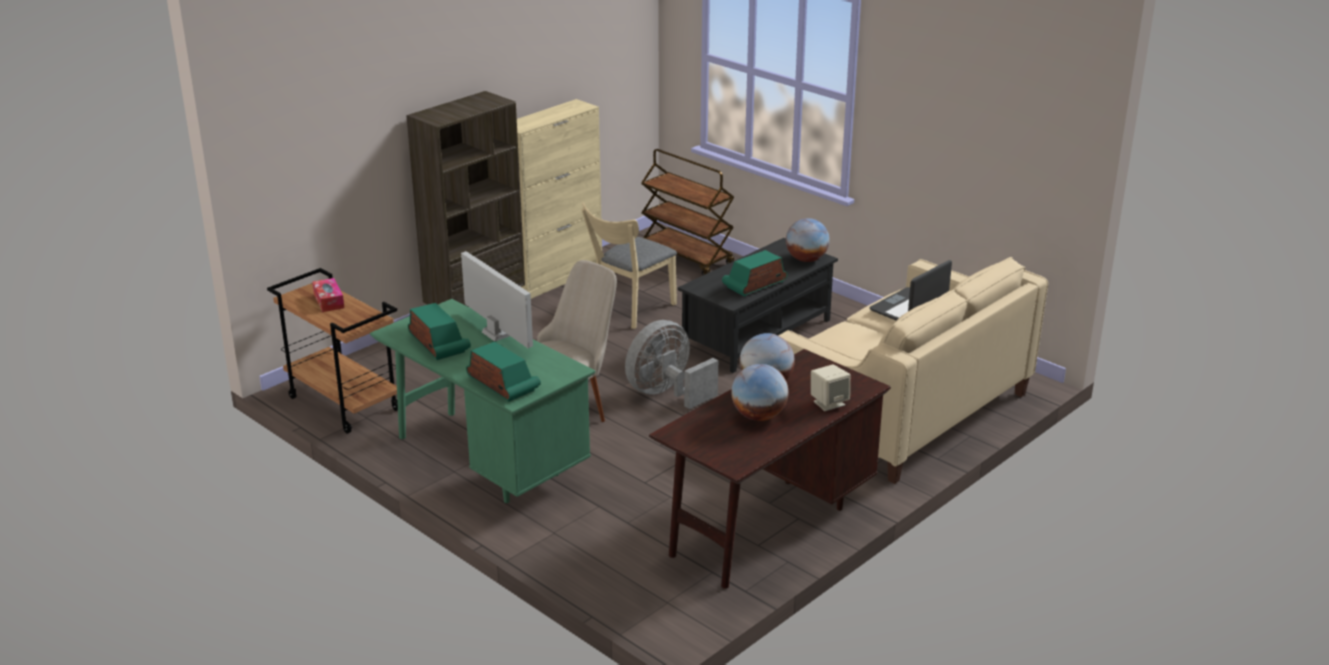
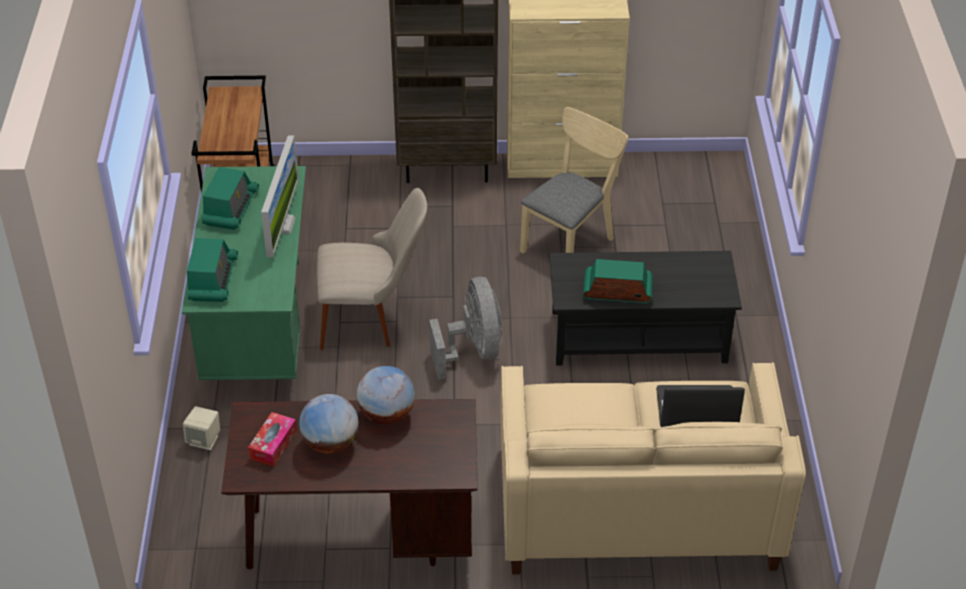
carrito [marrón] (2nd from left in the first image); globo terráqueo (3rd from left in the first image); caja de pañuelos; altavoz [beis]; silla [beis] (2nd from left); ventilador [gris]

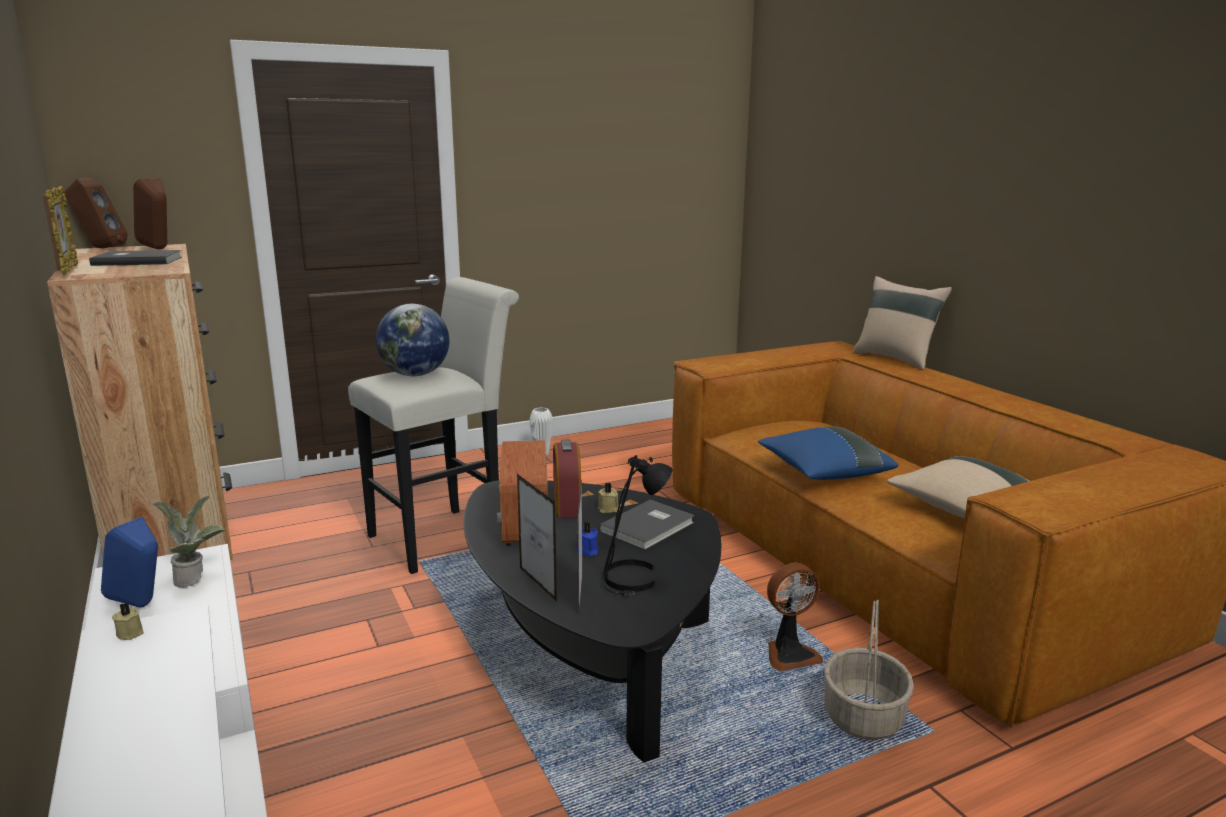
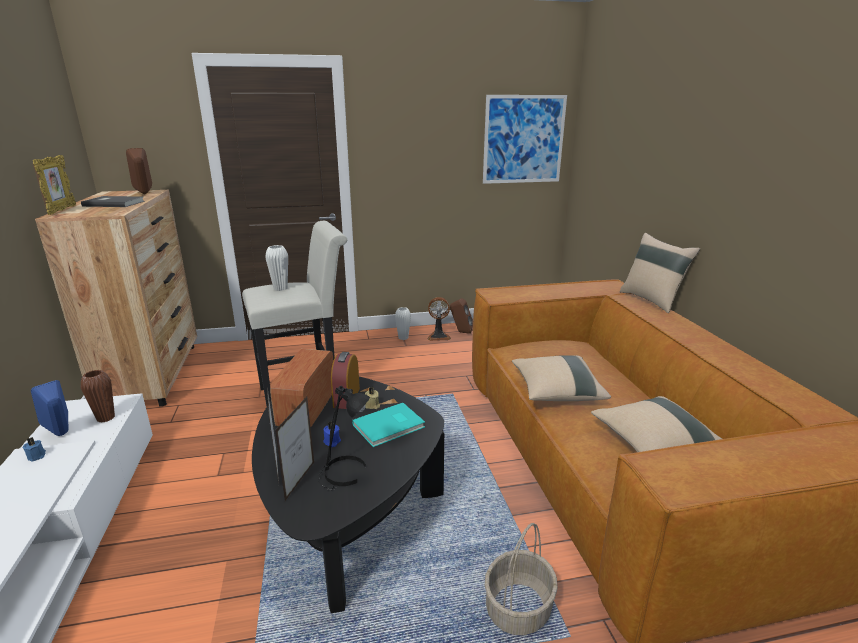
cuadro; altavoz [marrón] (2nd from left); ventilador; florero [marrón]; florero [blanco] (1st from left); vela [azul] (1st from left); libro [turquesa]; cojín [beis] (1st from left)

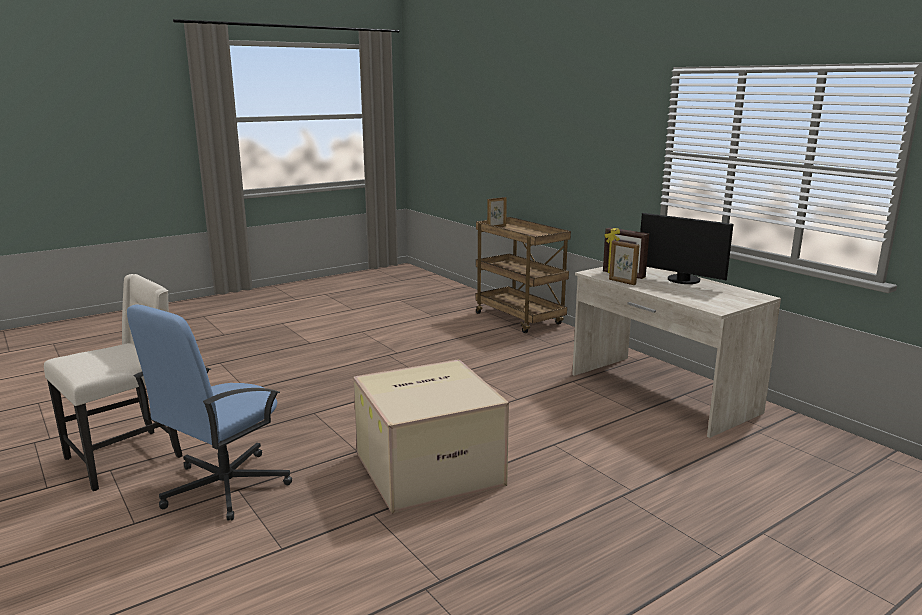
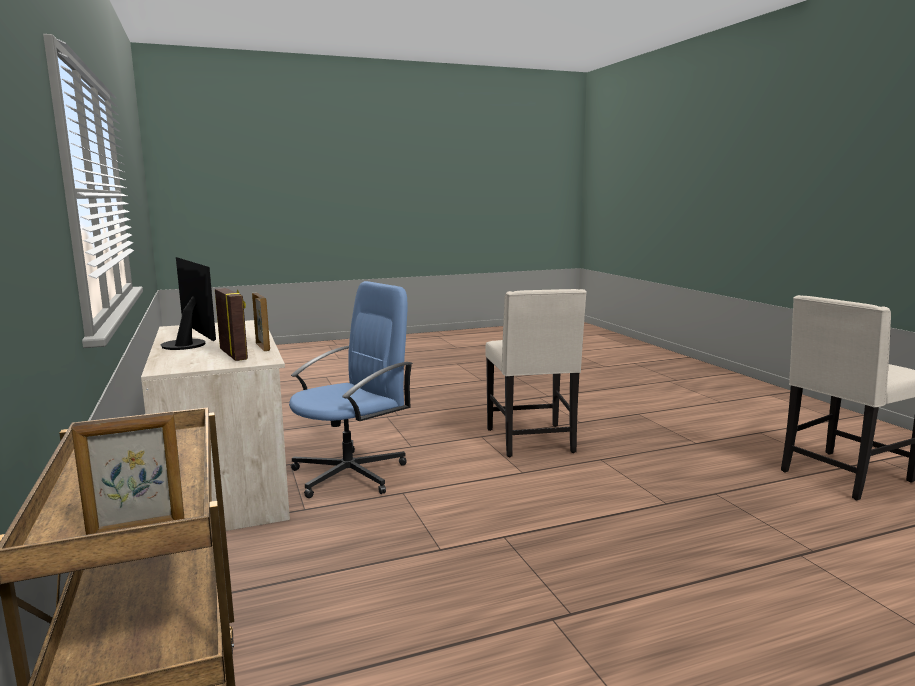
silla de oficina [azul]; silla [beis] (1st from left)

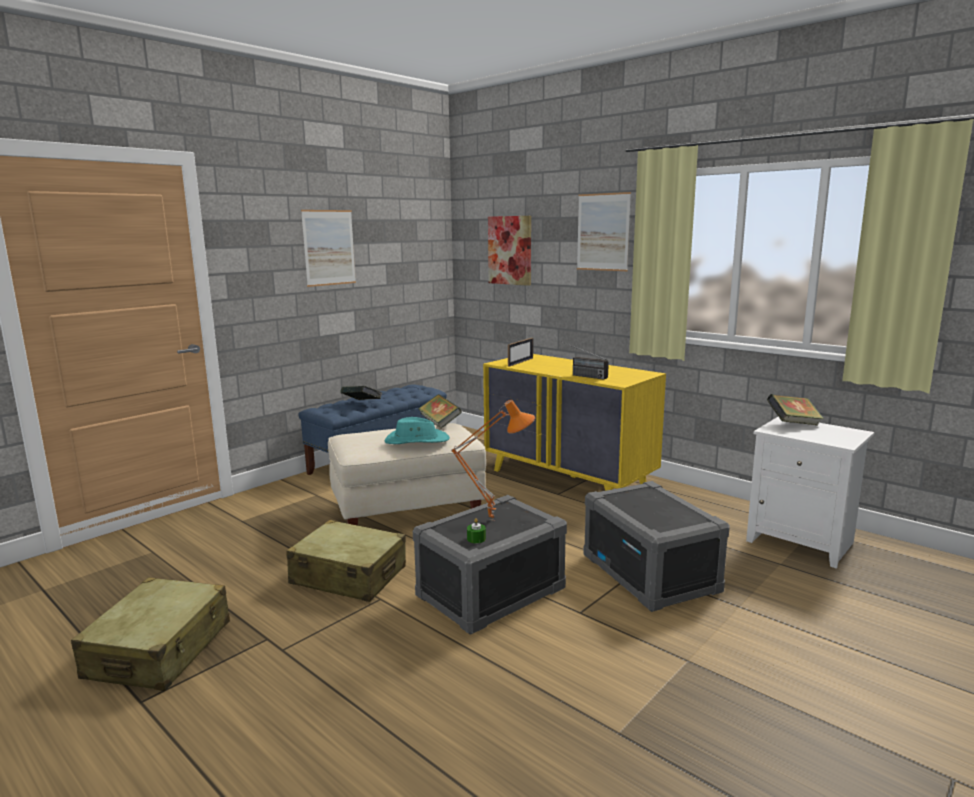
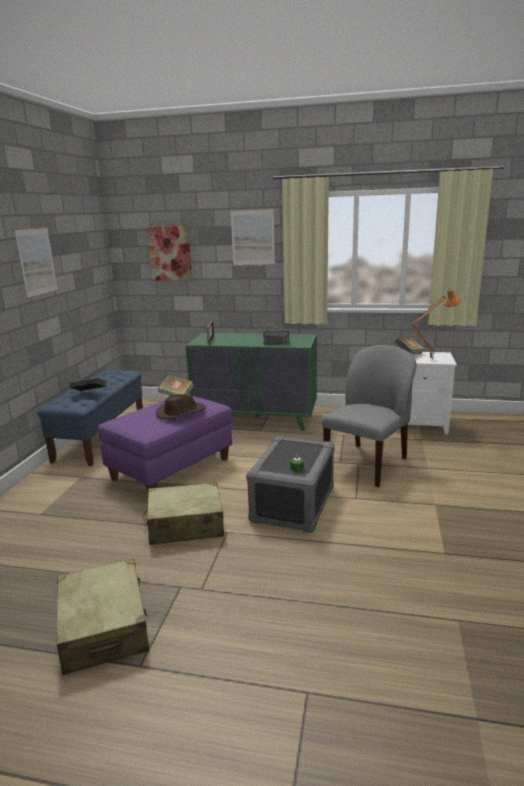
lámpara de mesa [naranja]; silla [gris]; puf [morado]; sombrero [marrón]; cómoda [verde]

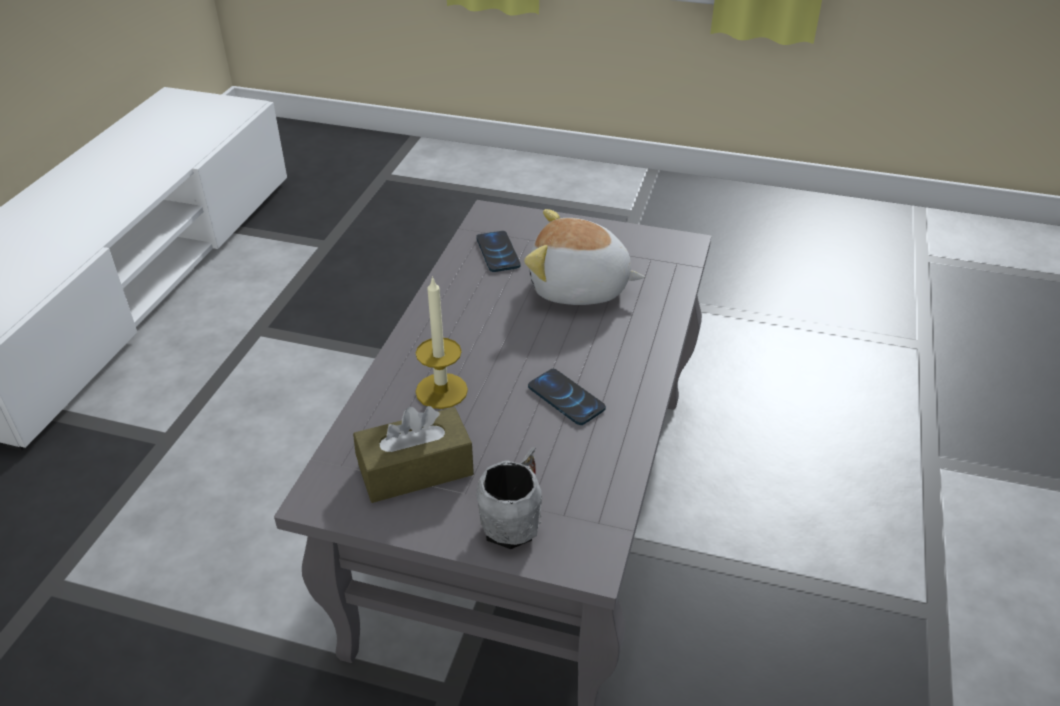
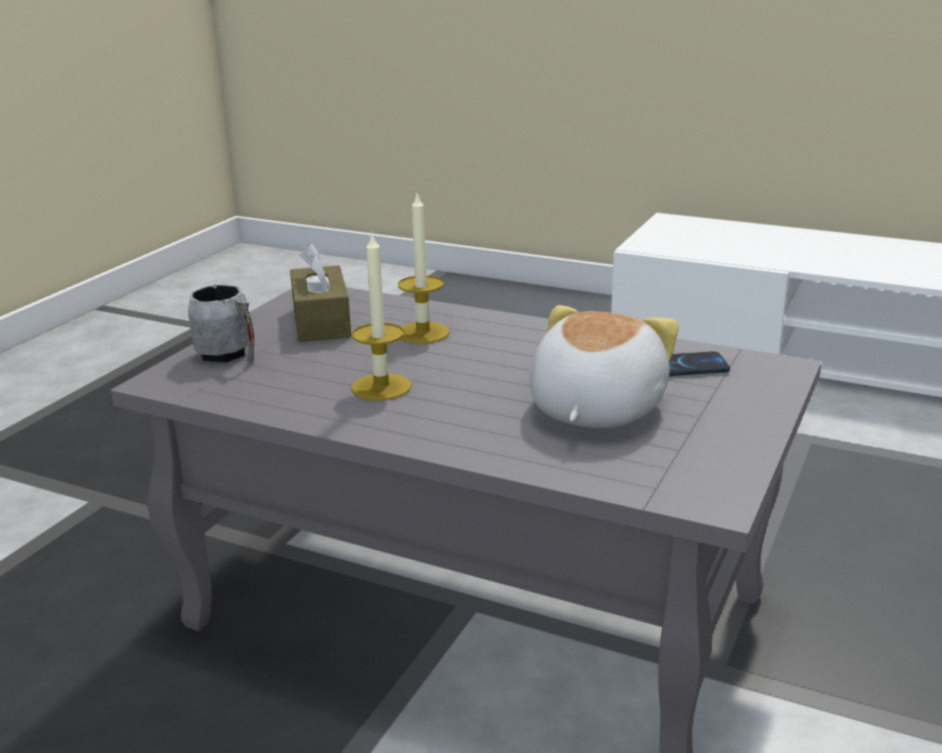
vela (1st from left)

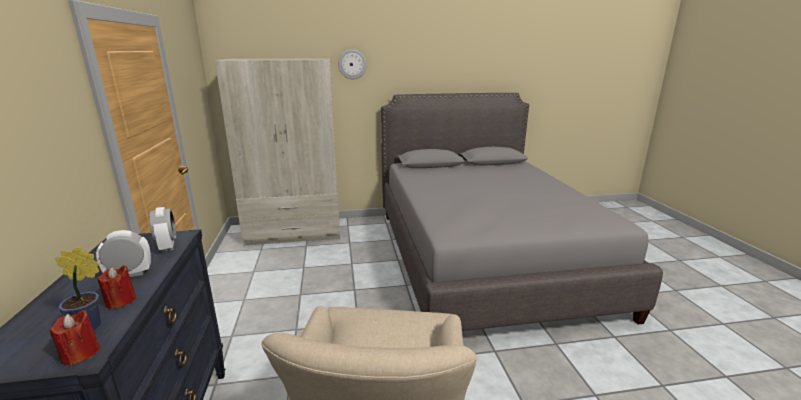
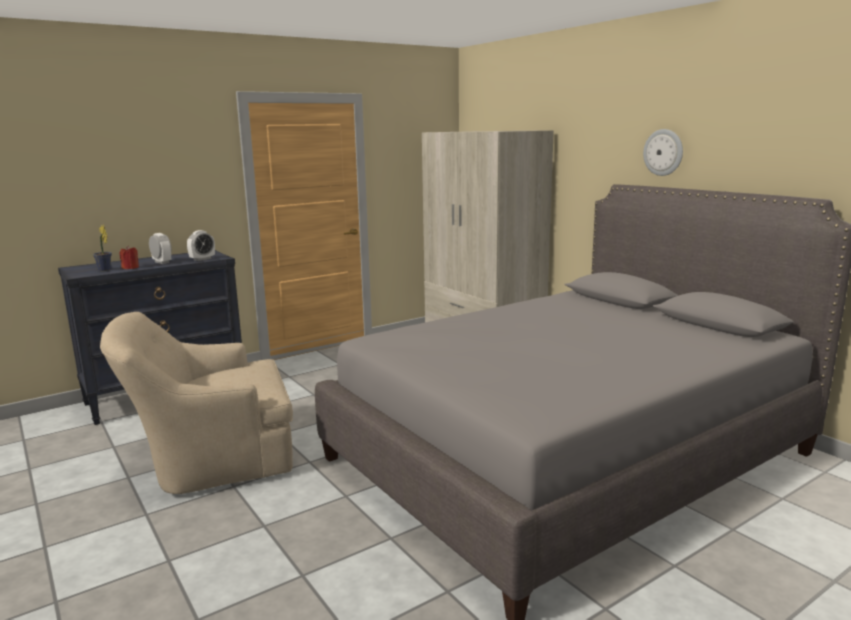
vela [rojo] (1st from left in the first image); reloj de pared

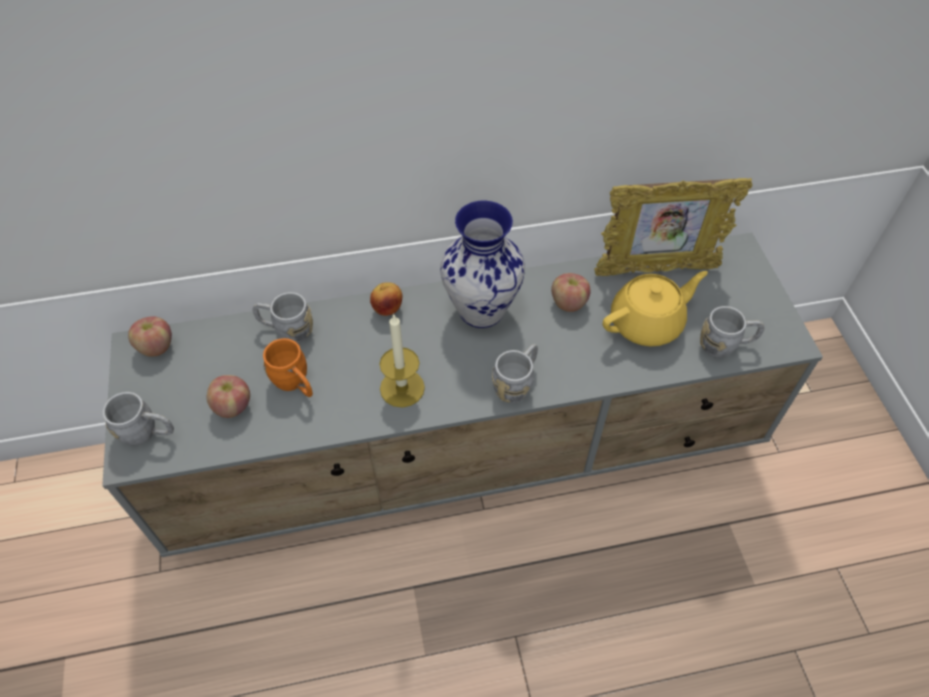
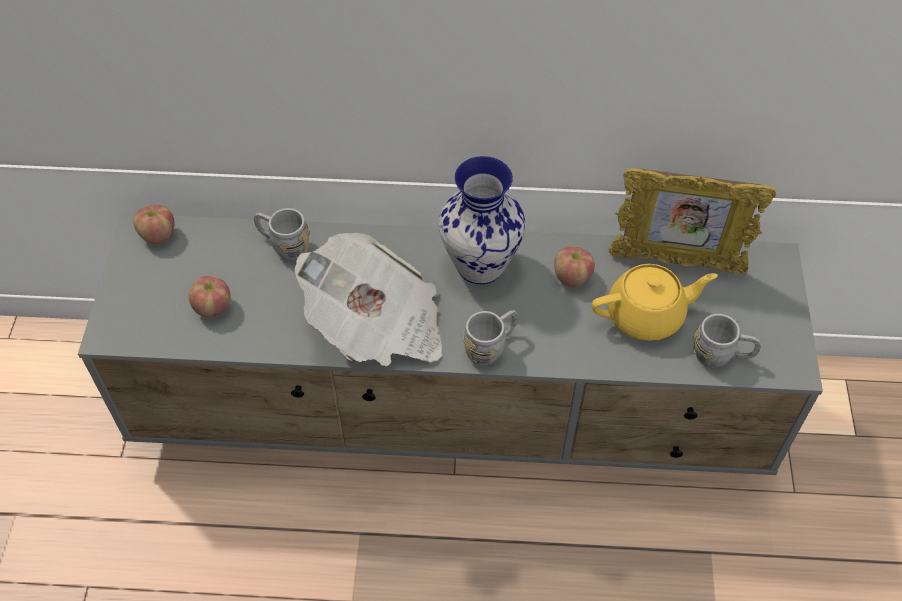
taza grande [gris] (1st from left in the first image); taza grande [naranja]; manzana (3rd from left in the first image); periódico

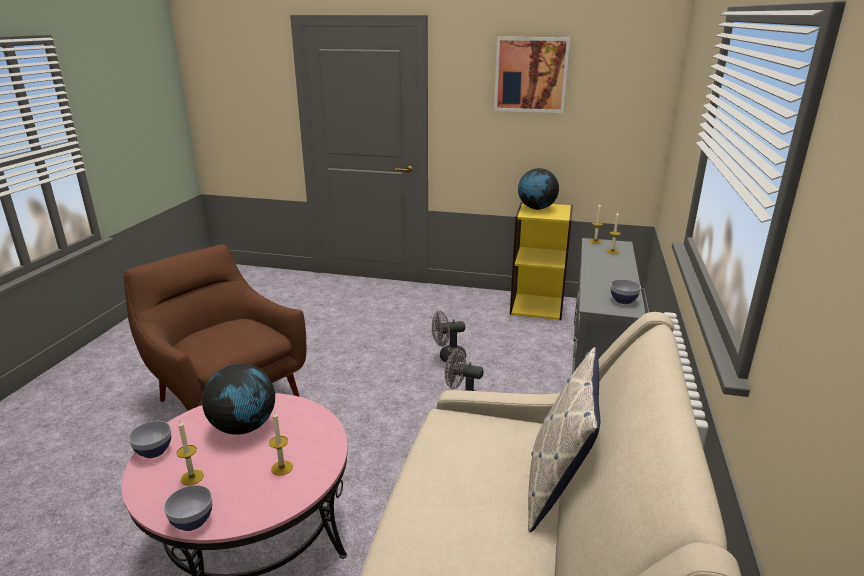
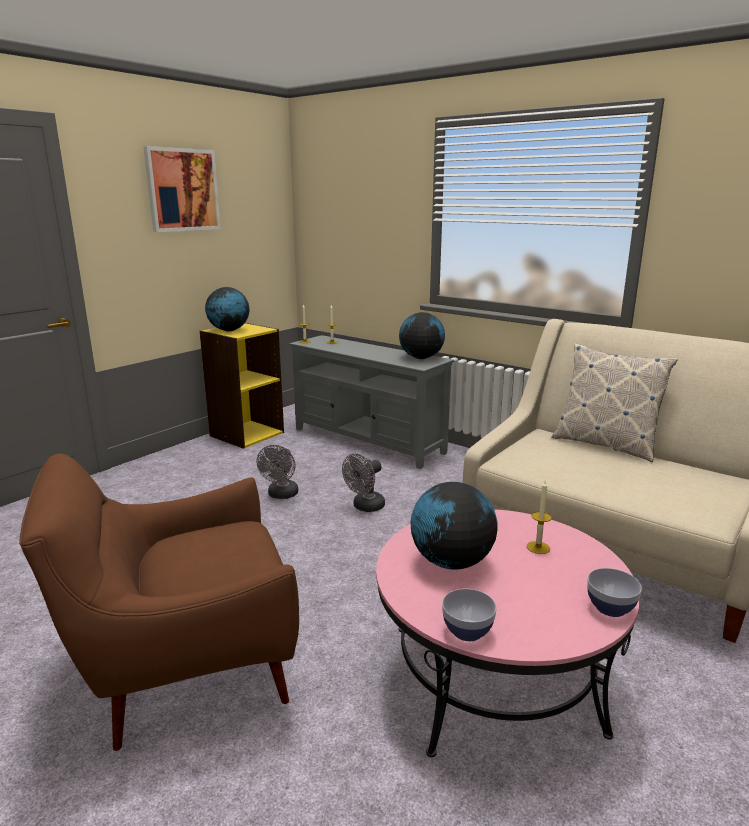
vela (1st from left in the first image); globo terráqueo (2nd from left)

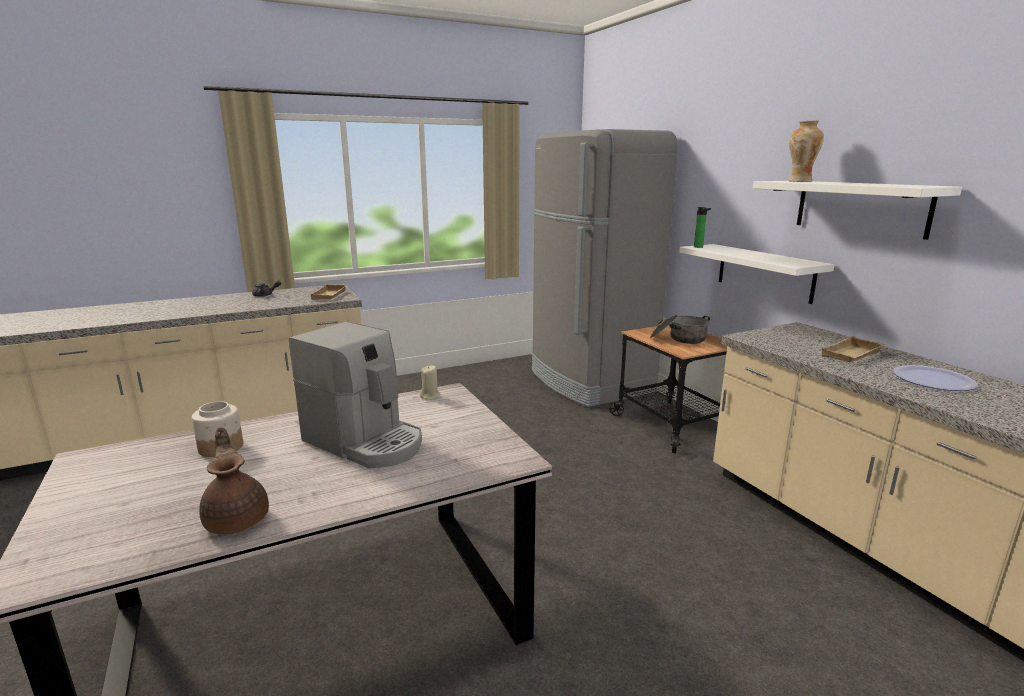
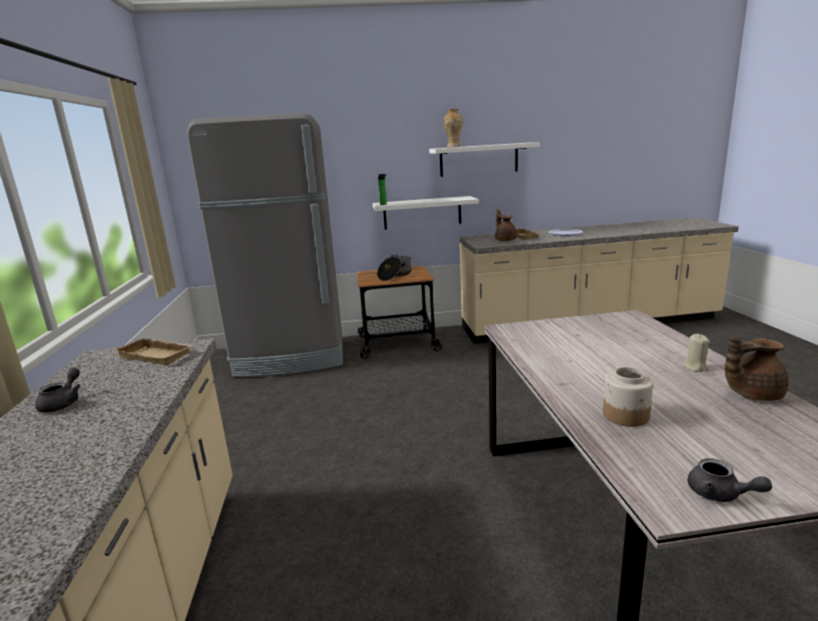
cafetera; tetera [marrón] (1st from left); tetera [gris] (2nd from left); vela [beis]

